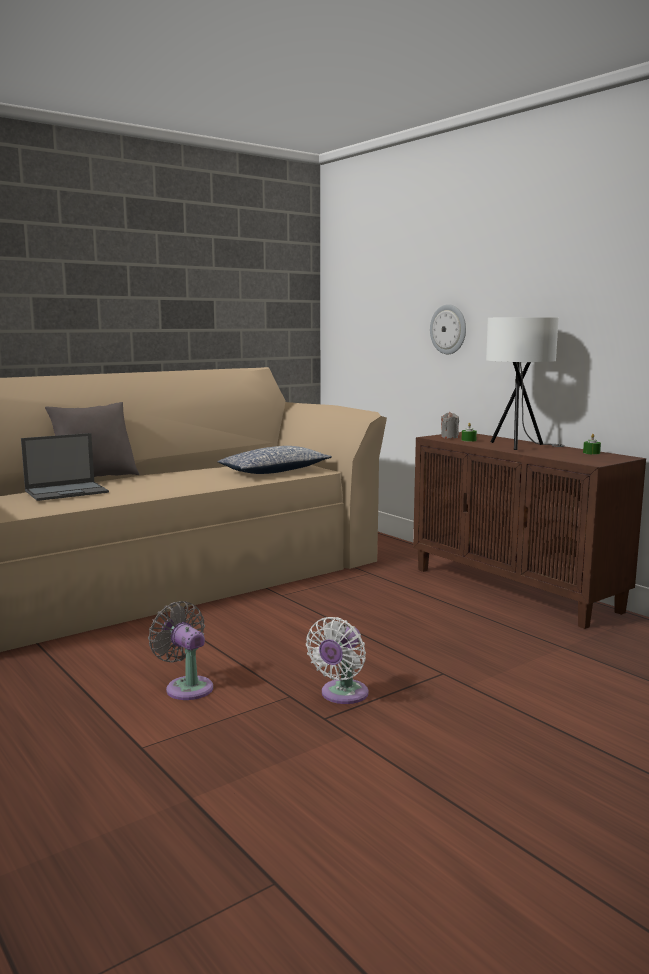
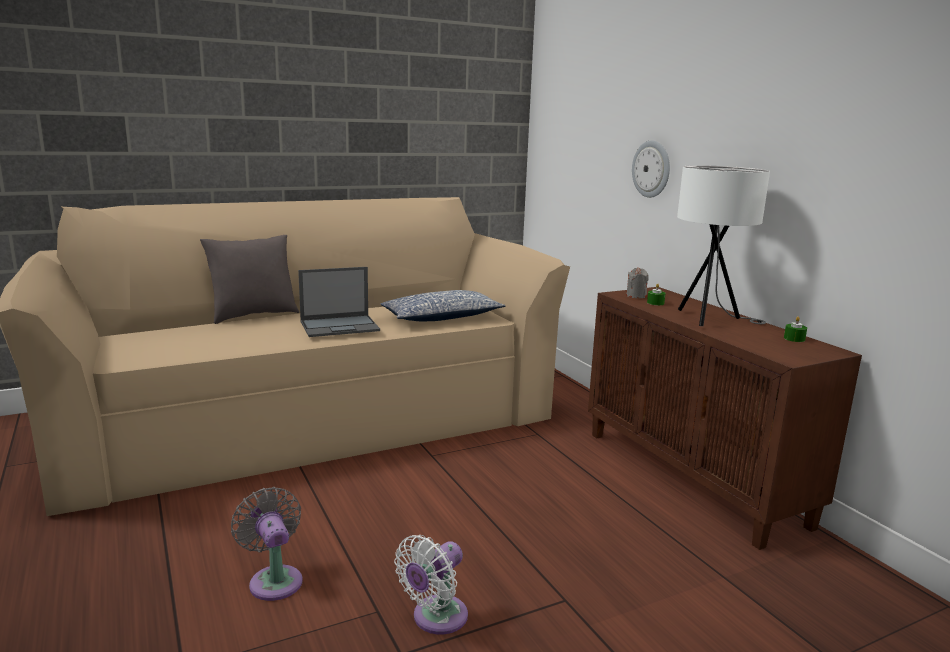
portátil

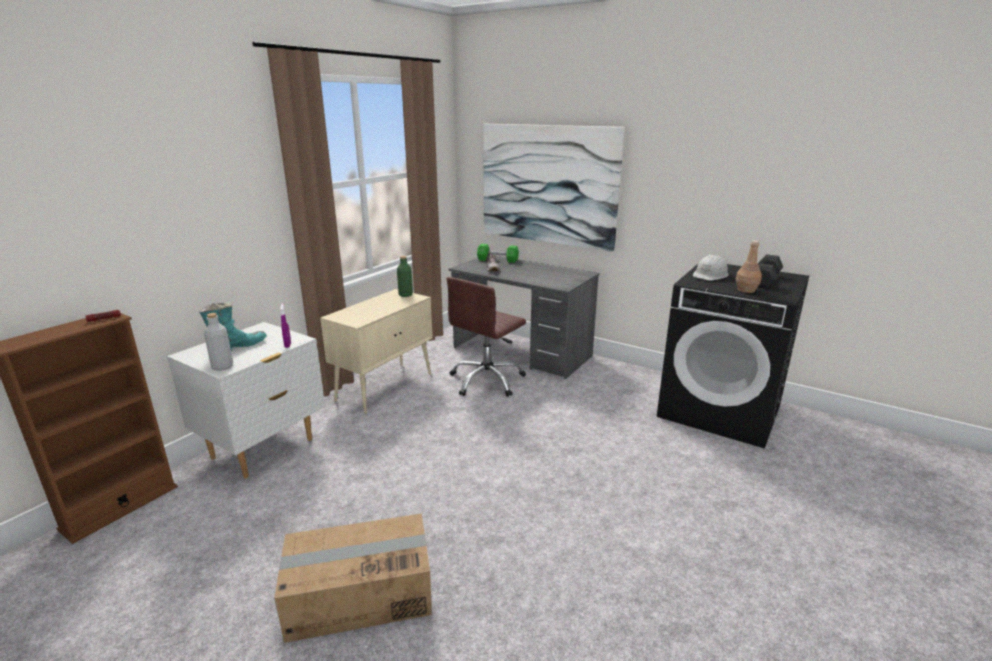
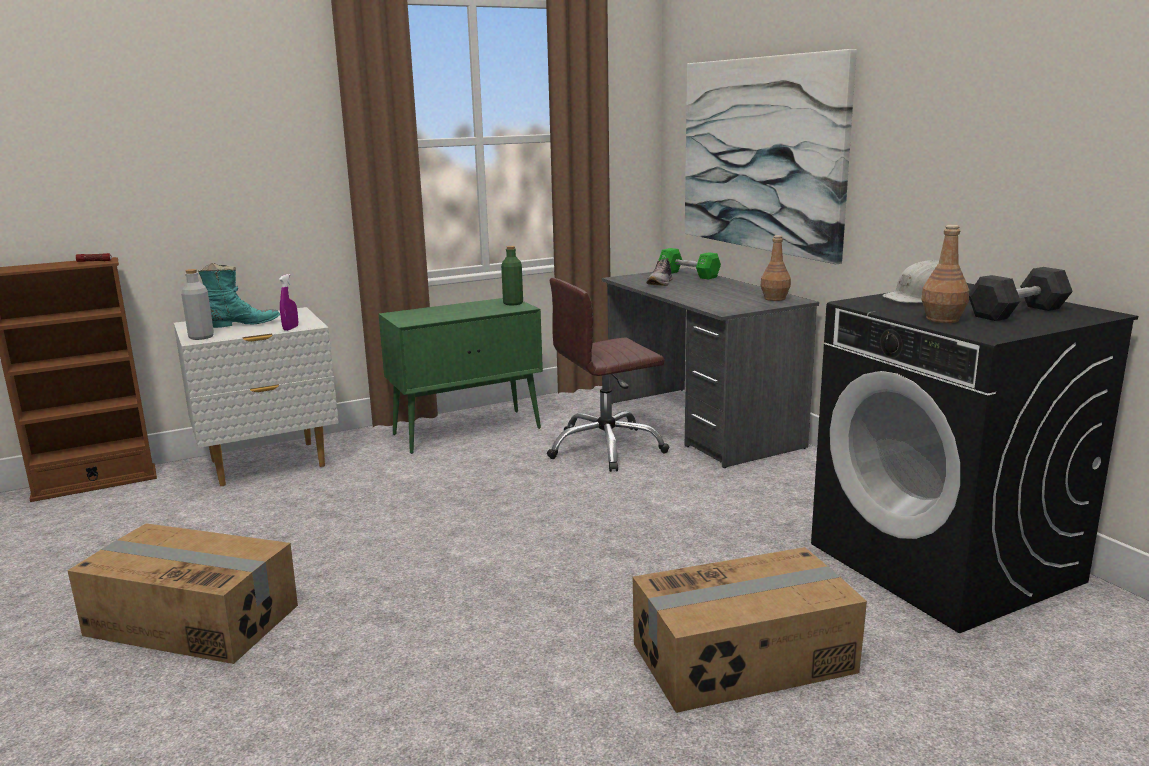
caja de cartón (2nd from left); botella [marrón] (1st from left); armario [verde]

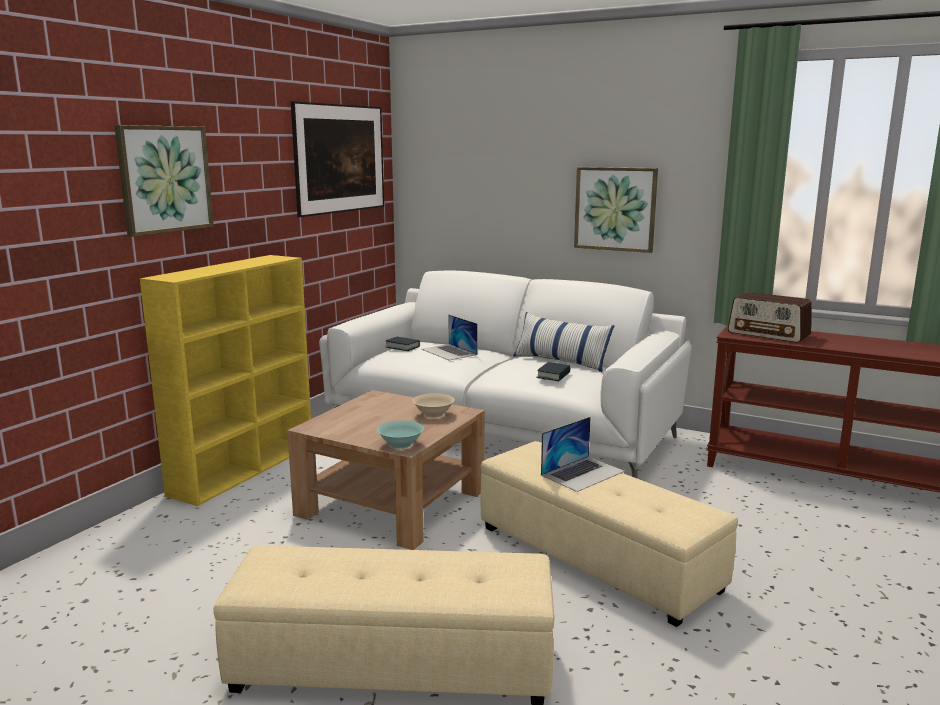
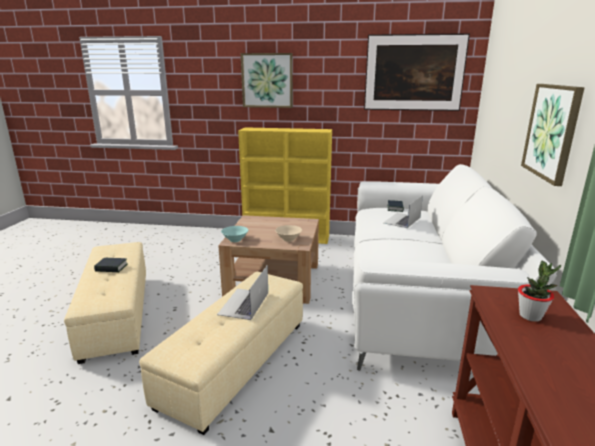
cojín; libro (1st from left); planta en maceta; portátil (1st from left)

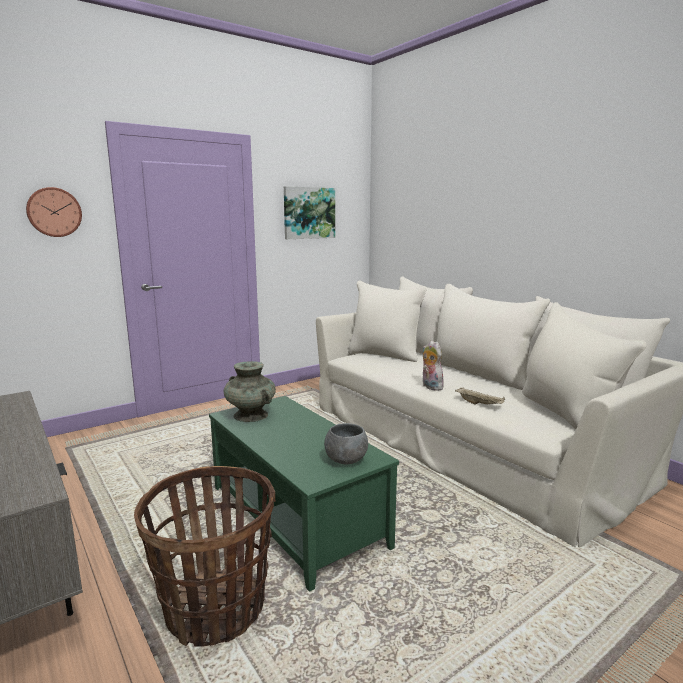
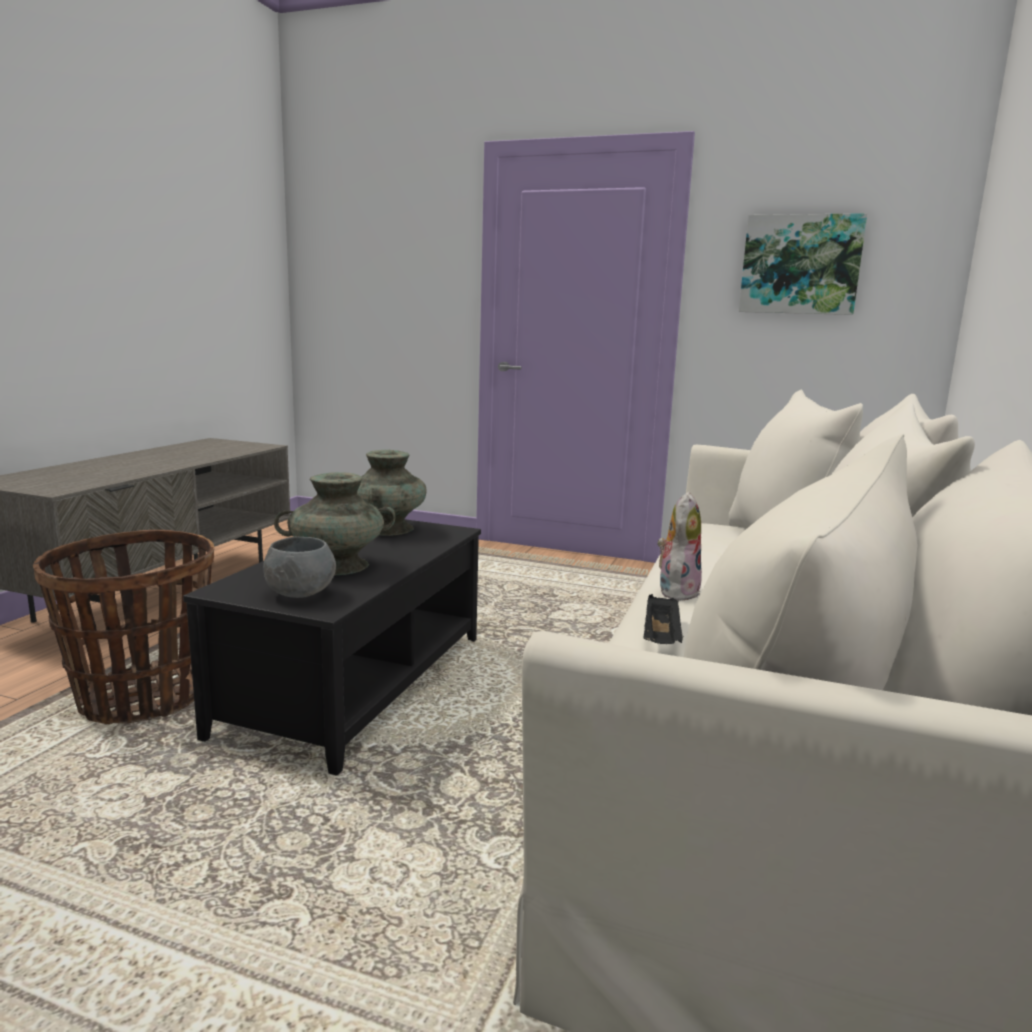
reloj de pared; florero [turquesa] (1st from left); mesa de centro [negro]; bandeja [negro]

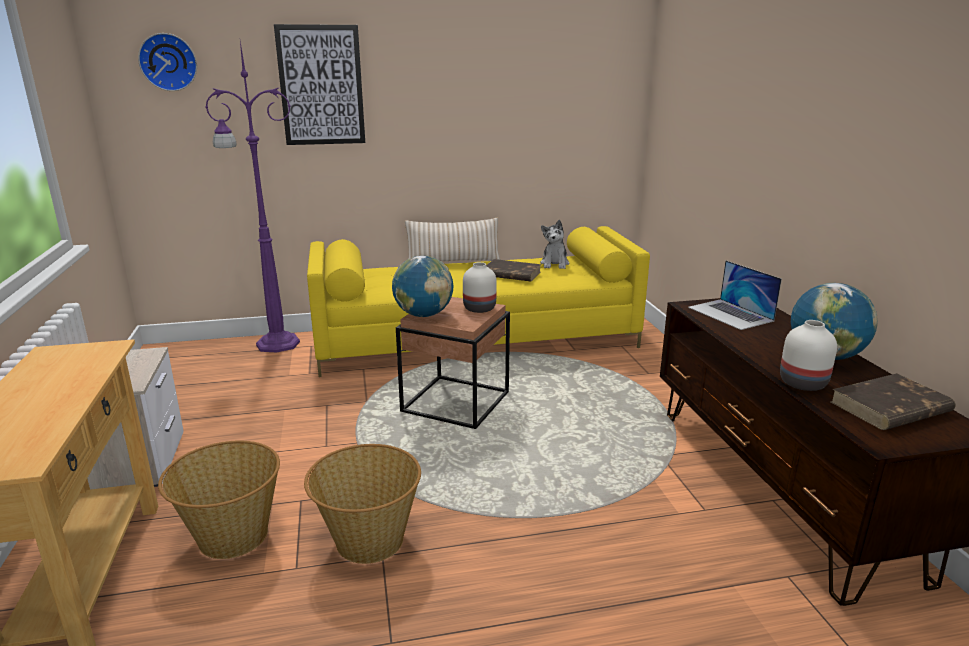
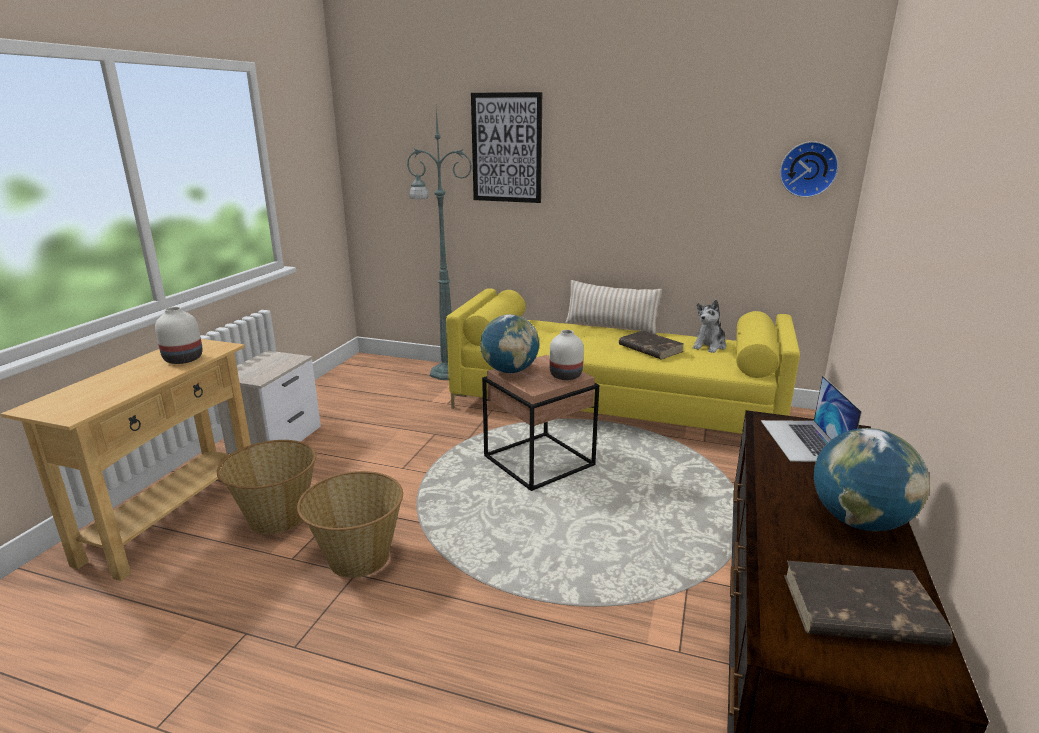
reloj de pared; florero [blanco] (1st from left); lámpara de pie [verde]

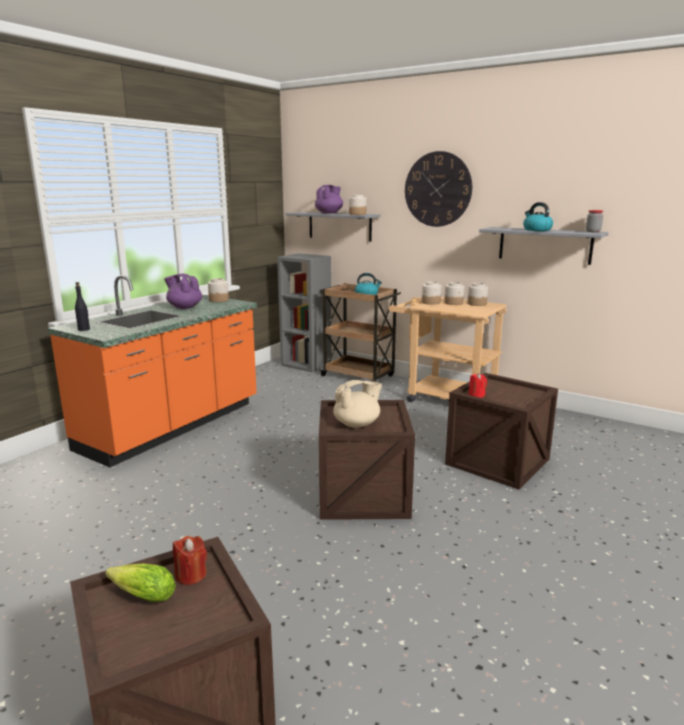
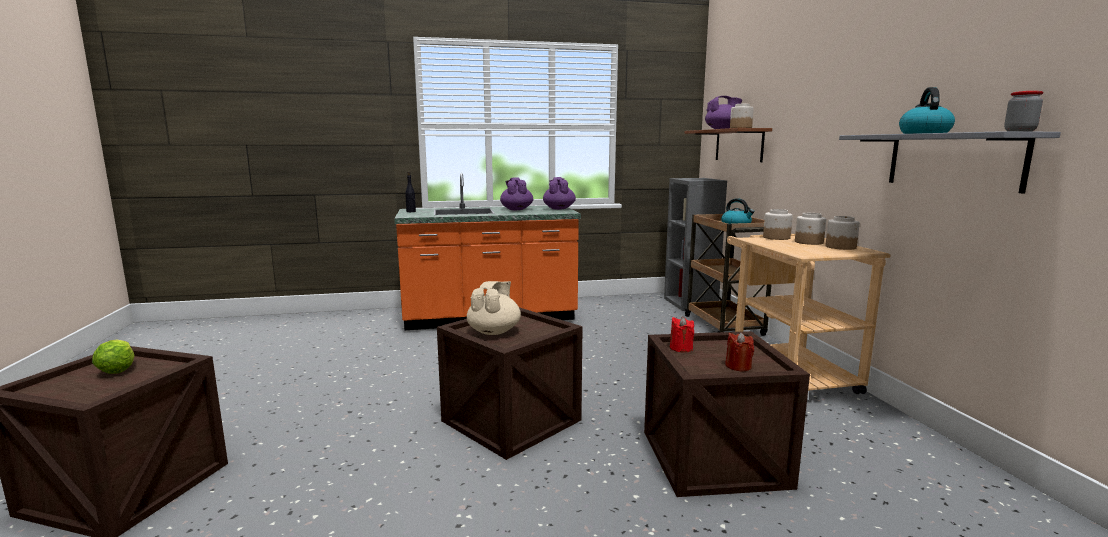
reloj de pared; vela [rojo] (2nd from left); tetera [morado] (2nd from left); estante [marrón]; tetera [beis]

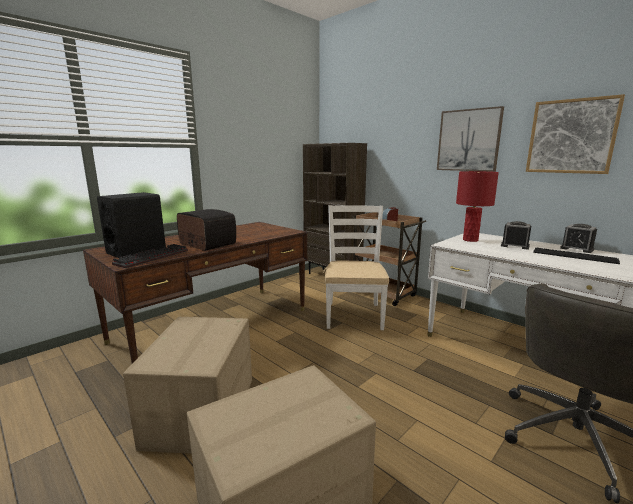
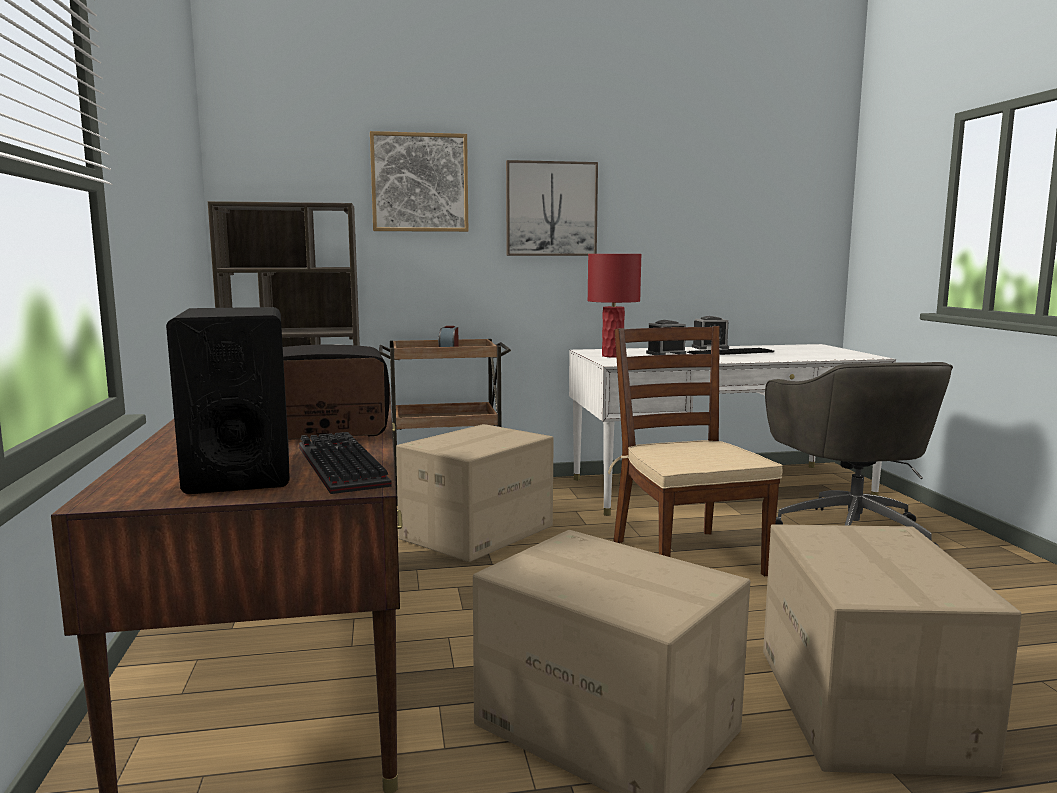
silla [marrón]; cuadro (1st from left); caja de cartón (1st from left)

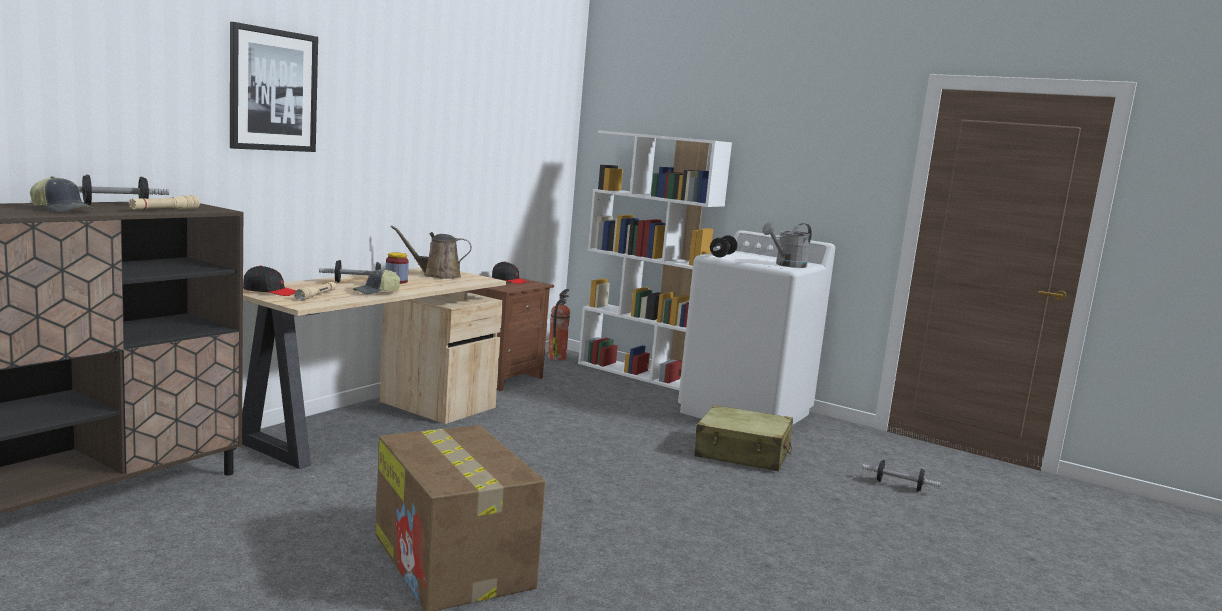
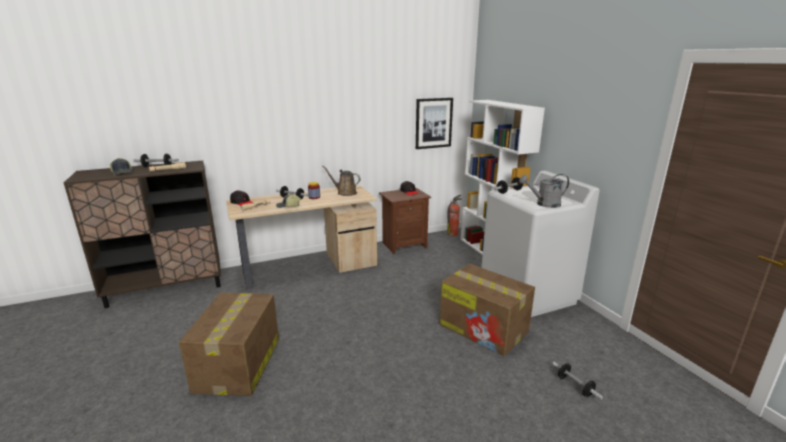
cuadro; caja de cartón (2nd from left)

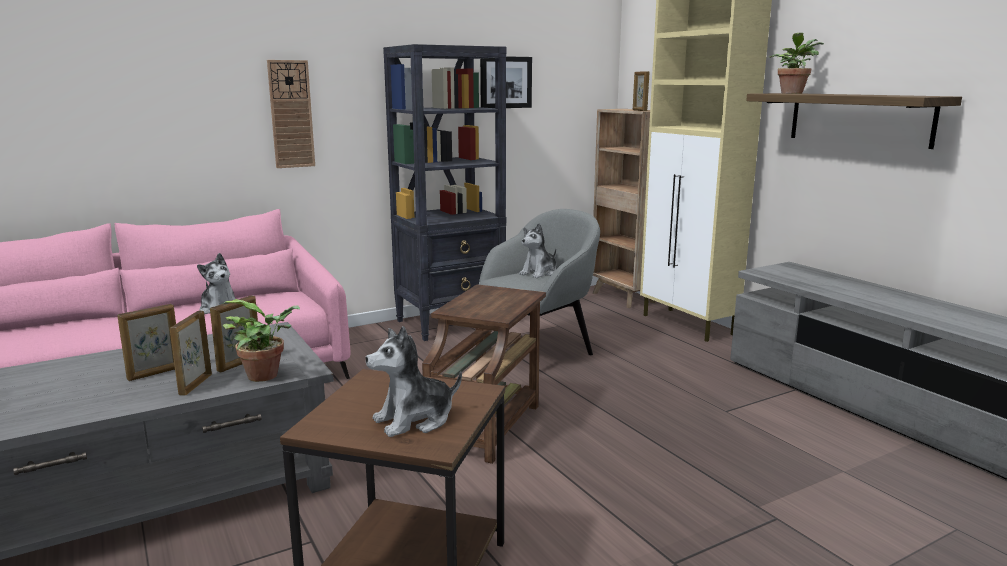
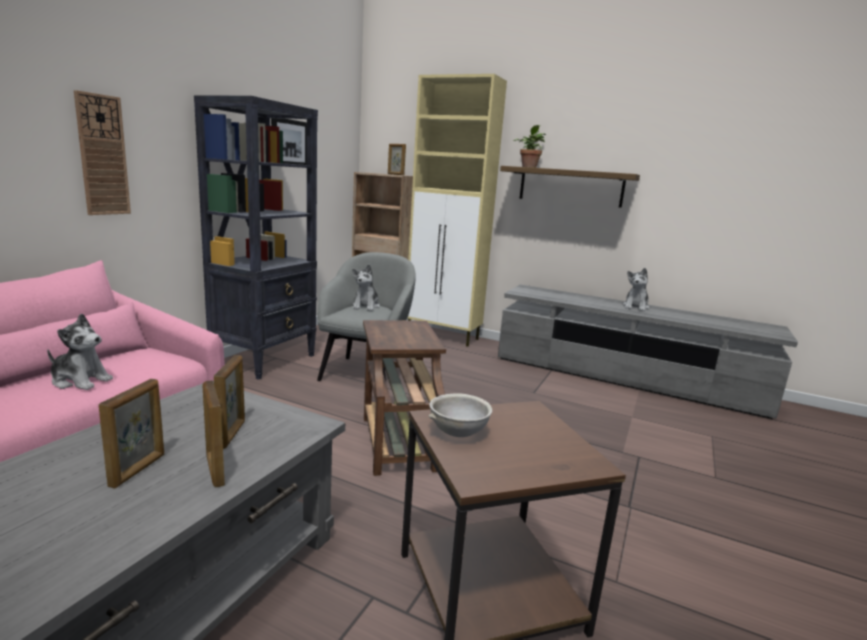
planta en maceta (1st from left in the first image); cuenco [gris]; peluche (3rd from left)

